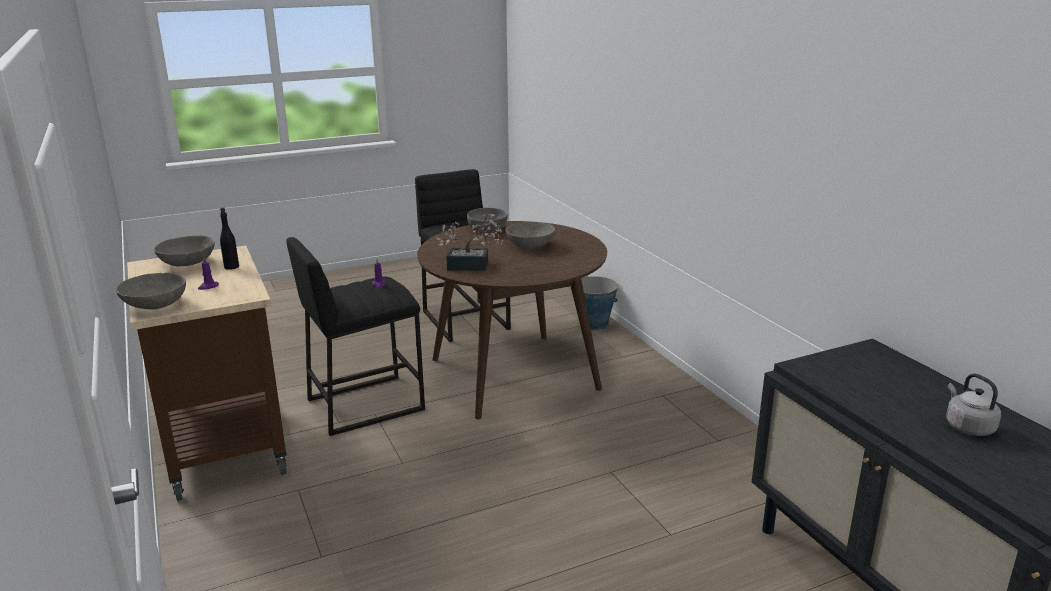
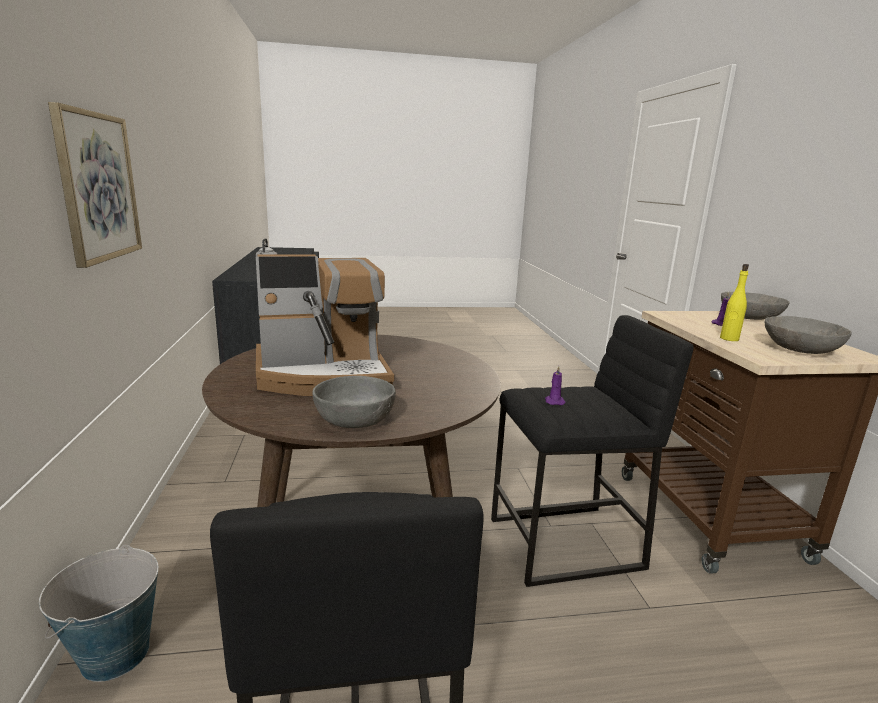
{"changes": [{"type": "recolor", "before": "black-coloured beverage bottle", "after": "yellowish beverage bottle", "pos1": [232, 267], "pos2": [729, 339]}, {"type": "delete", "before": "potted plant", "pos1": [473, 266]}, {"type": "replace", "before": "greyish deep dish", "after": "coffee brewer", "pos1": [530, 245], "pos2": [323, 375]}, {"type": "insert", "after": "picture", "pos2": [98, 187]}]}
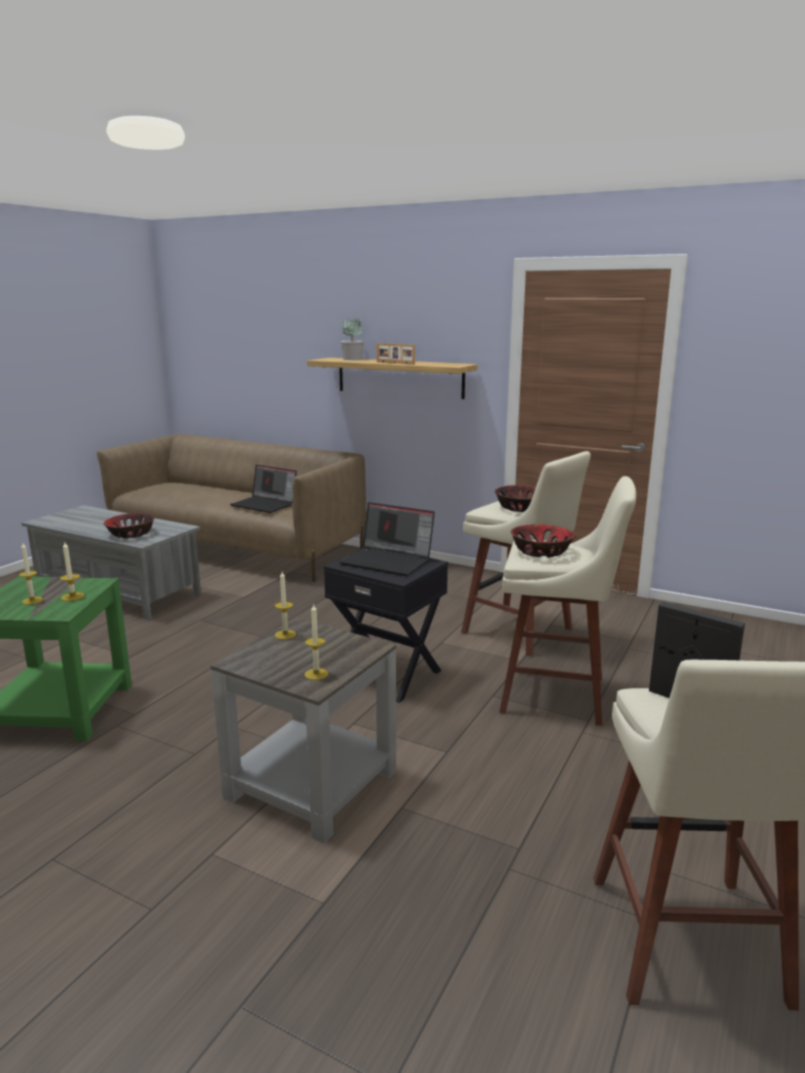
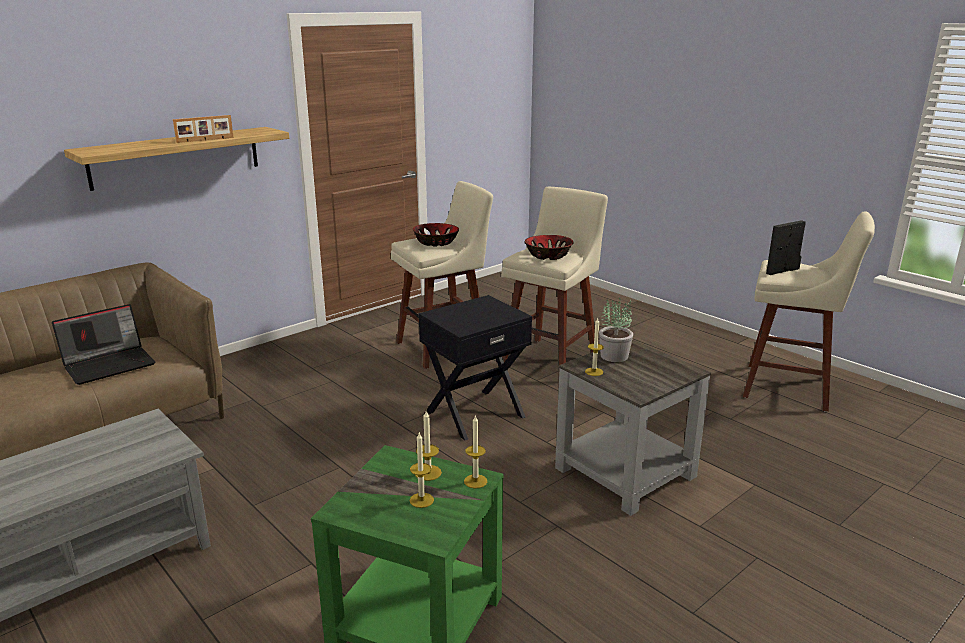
{"changes": [{"type": "move", "before": "potted plant", "pos1": [353, 359], "pos2": [614, 356]}, {"type": "delete", "before": "portable computer", "pos1": [388, 561]}, {"type": "delete", "before": "deep dish", "pos1": [130, 534]}, {"type": "move", "before": "wax light", "pos1": [316, 674], "pos2": [475, 481]}]}
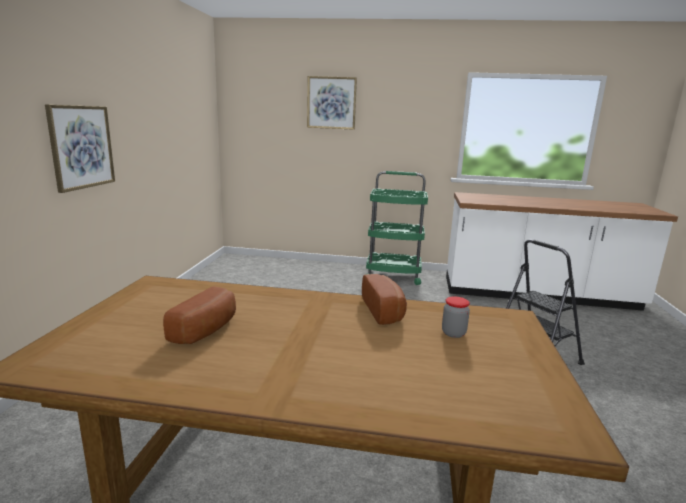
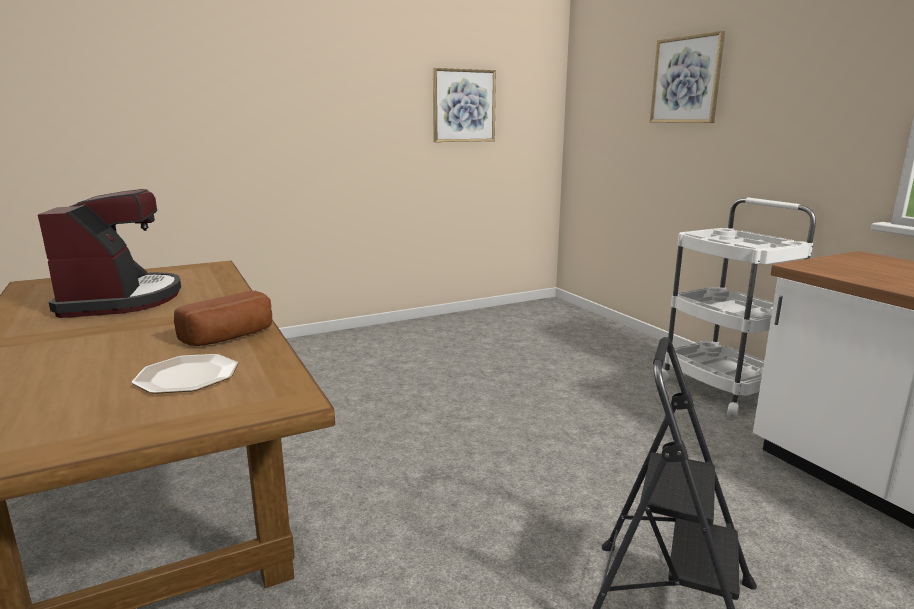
{"changes": [{"type": "move", "before": "picture", "pos1": [81, 147], "pos2": [464, 106]}, {"type": "recolor", "before": "greenish trolley", "after": "whitish trolley", "pos1": [393, 275], "pos2": [720, 389]}, {"type": "replace", "before": "bread", "after": "coffee brewer", "pos1": [207, 330], "pos2": [121, 299]}, {"type": "replace", "before": "jar", "after": "plate", "pos1": [453, 333], "pos2": [188, 376]}]}
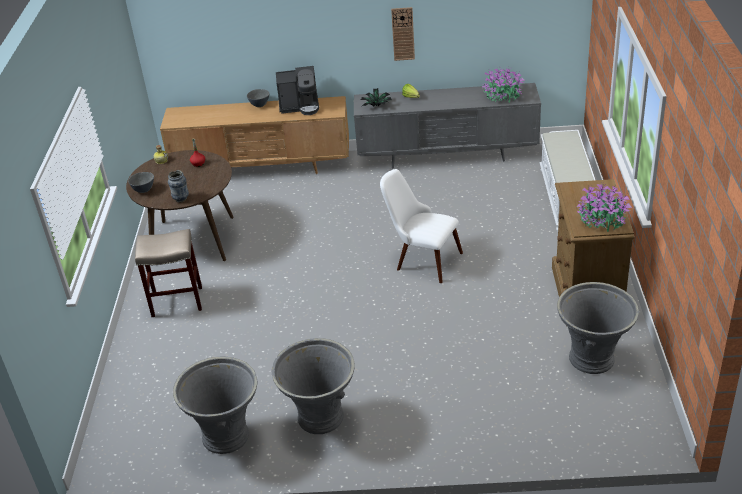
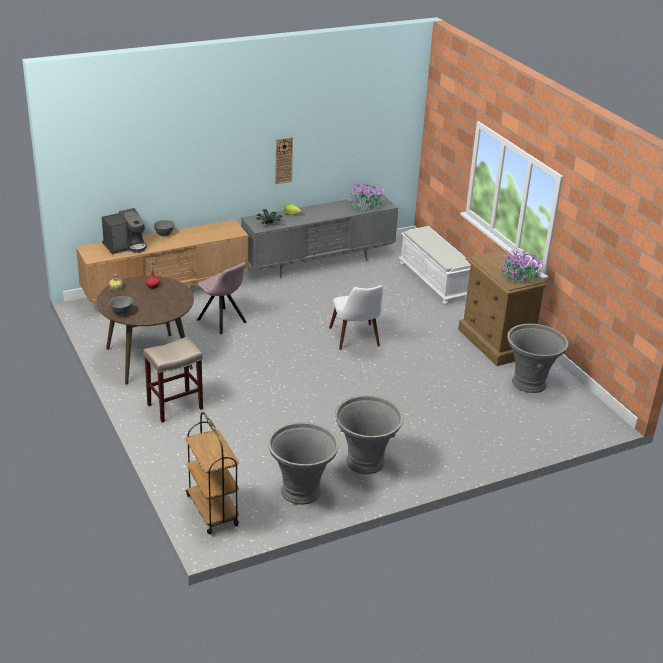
{"changes": [{"type": "move", "before": "coffee brewer", "pos1": [300, 106], "pos2": [126, 246]}, {"type": "rotate", "before": "whitish plain chair", "pos1": [421, 259], "pos2": [356, 340], "turn": -105}, {"type": "delete", "before": "decorative vase", "pos1": [181, 199]}, {"type": "insert", "after": "pink-coloured plain chair", "pos2": [222, 321]}, {"type": "insert", "after": "brownish trolley", "pos2": [212, 512]}]}
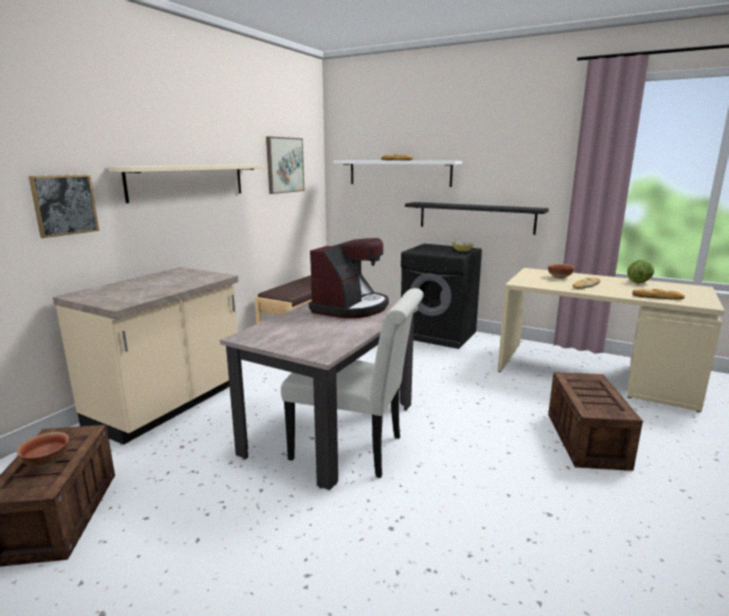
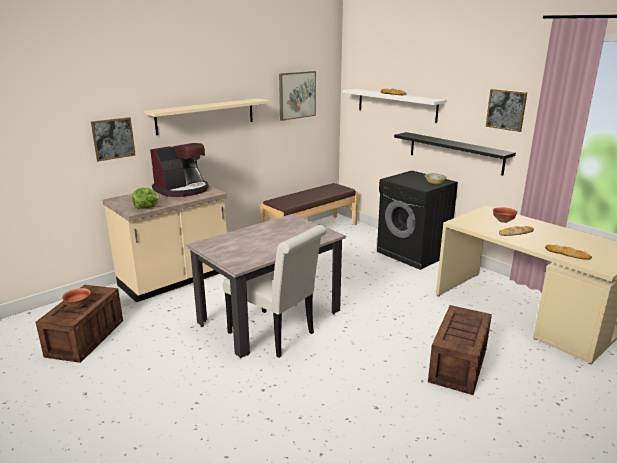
{"changes": [{"type": "move", "before": "coffee brewer", "pos1": [351, 308], "pos2": [182, 190]}, {"type": "move", "before": "lettuce", "pos1": [638, 282], "pos2": [147, 208]}, {"type": "insert", "after": "picture", "pos2": [506, 109]}]}
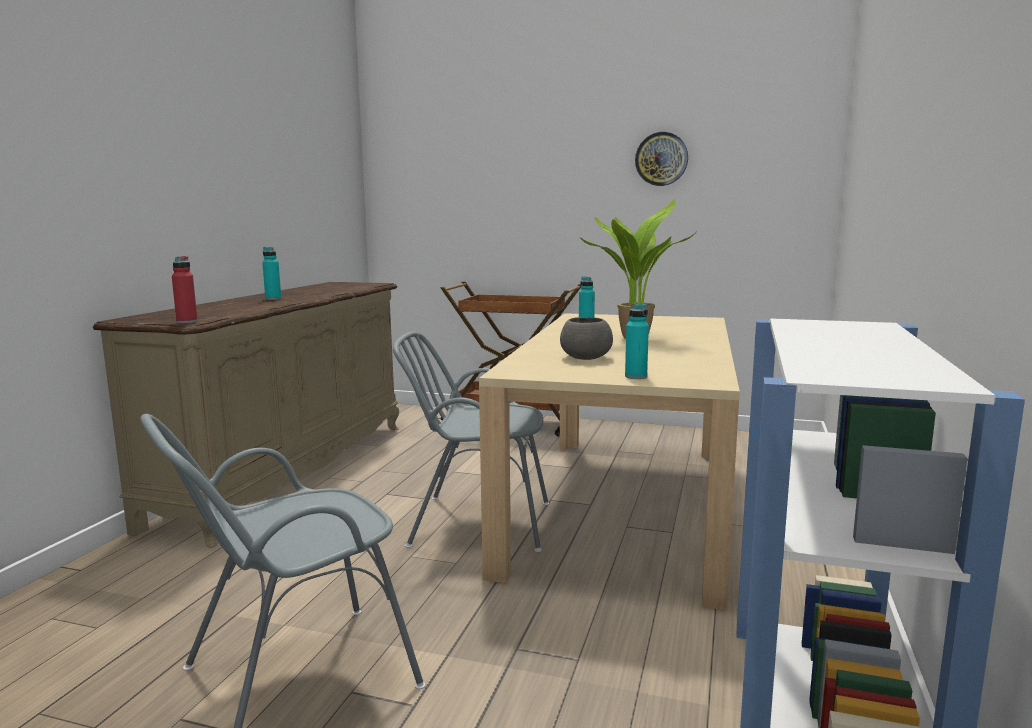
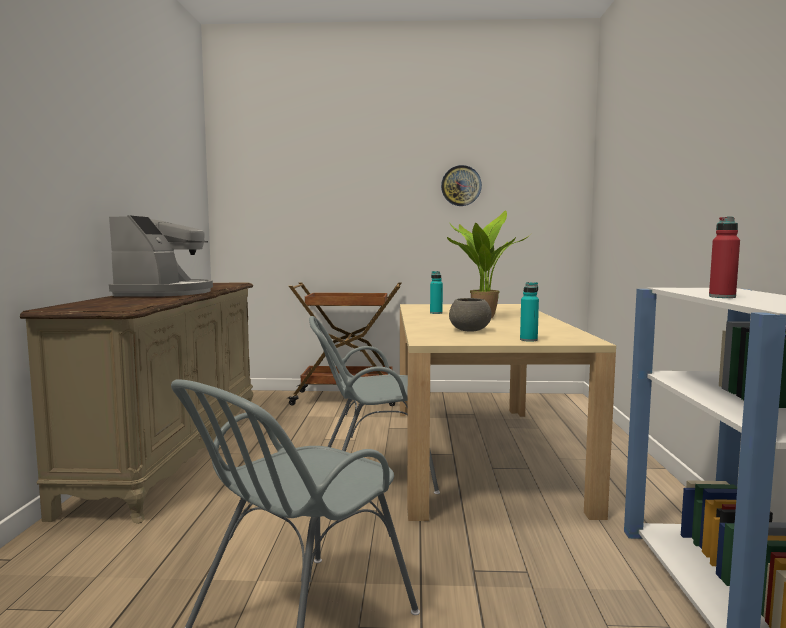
{"changes": [{"type": "replace", "before": "turquoise beverage bottle", "after": "coffee brewer", "pos1": [273, 299], "pos2": [165, 293]}, {"type": "move", "before": "red-coloured beverage bottle", "pos1": [187, 322], "pos2": [722, 297]}]}
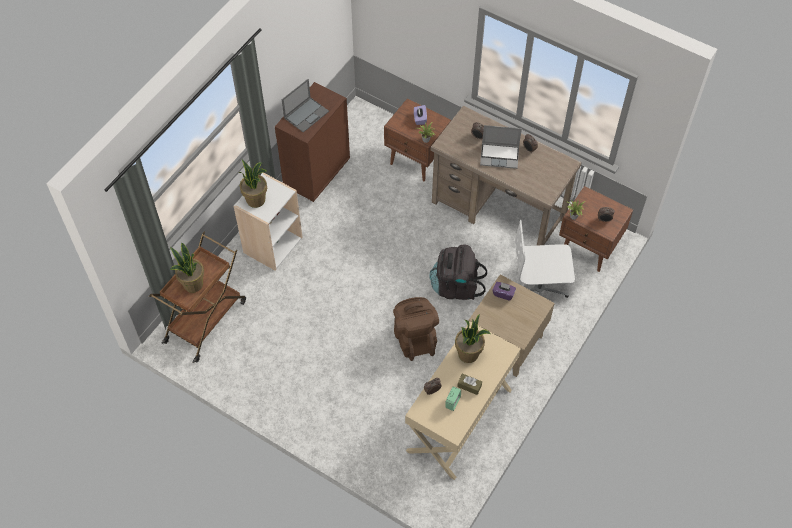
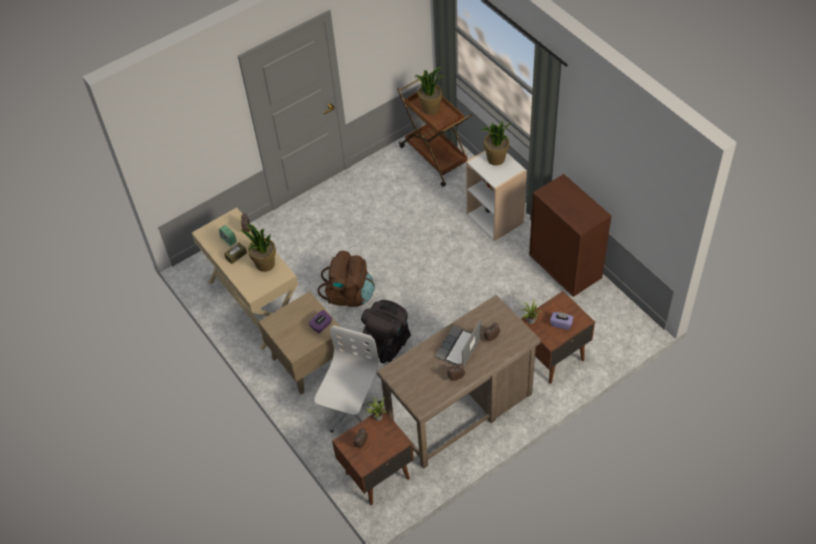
{"changes": [{"type": "delete", "before": "portable computer", "pos1": [306, 114]}]}
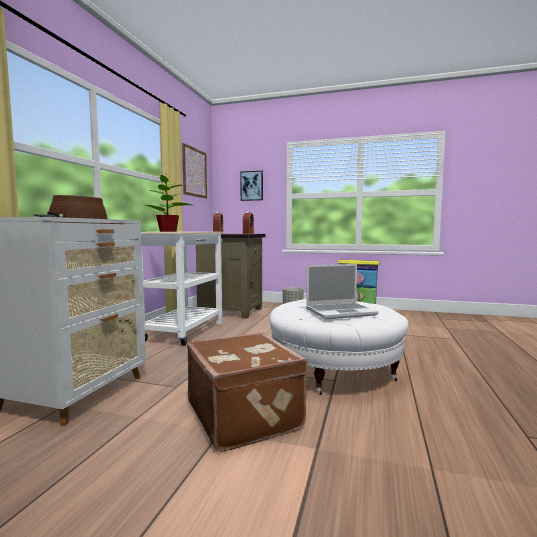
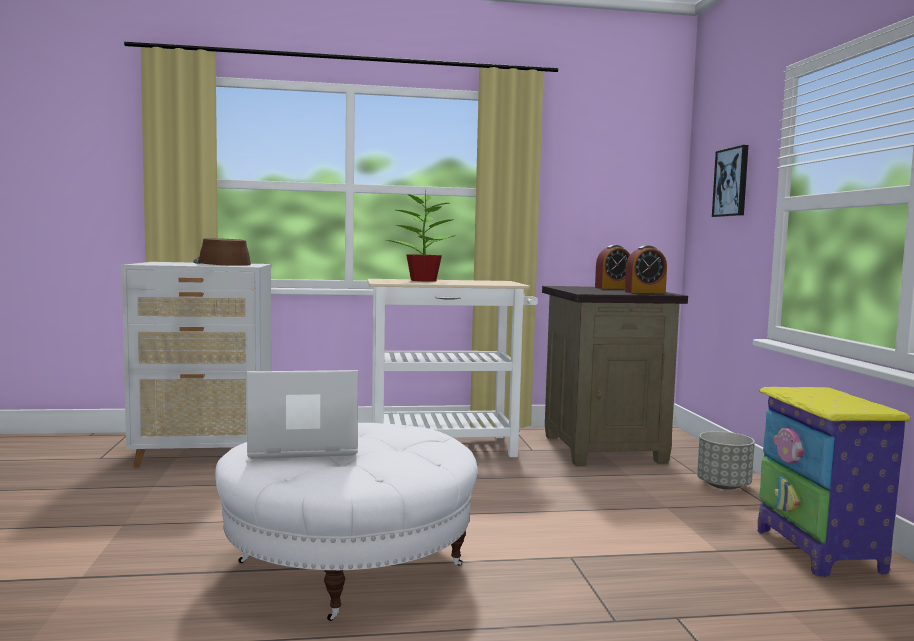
{"changes": [{"type": "delete", "before": "picture", "pos1": [194, 172]}, {"type": "rotate", "before": "portable computer", "pos1": [341, 312], "pos2": [301, 447], "turn": 120}, {"type": "delete", "before": "brownish travel case", "pos1": [245, 415]}]}
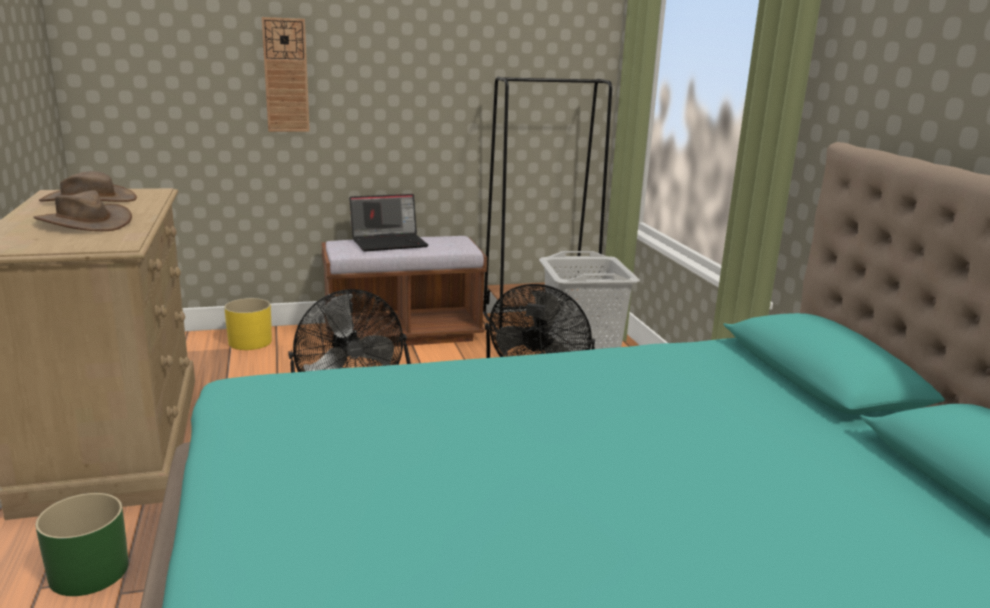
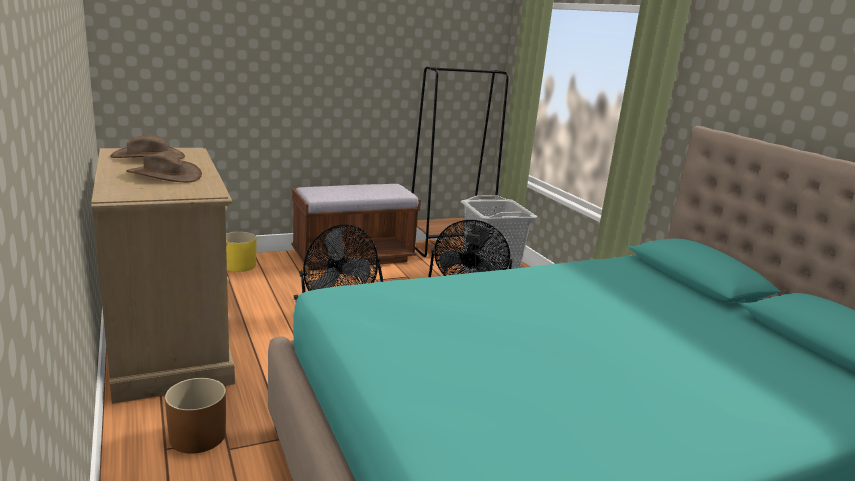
{"changes": [{"type": "delete", "before": "clock on the wall", "pos1": [286, 75]}, {"type": "delete", "before": "portable computer", "pos1": [390, 242]}, {"type": "recolor", "before": "greenish plant pot", "after": "brownish plant pot", "pos1": [88, 571], "pos2": [197, 436]}]}
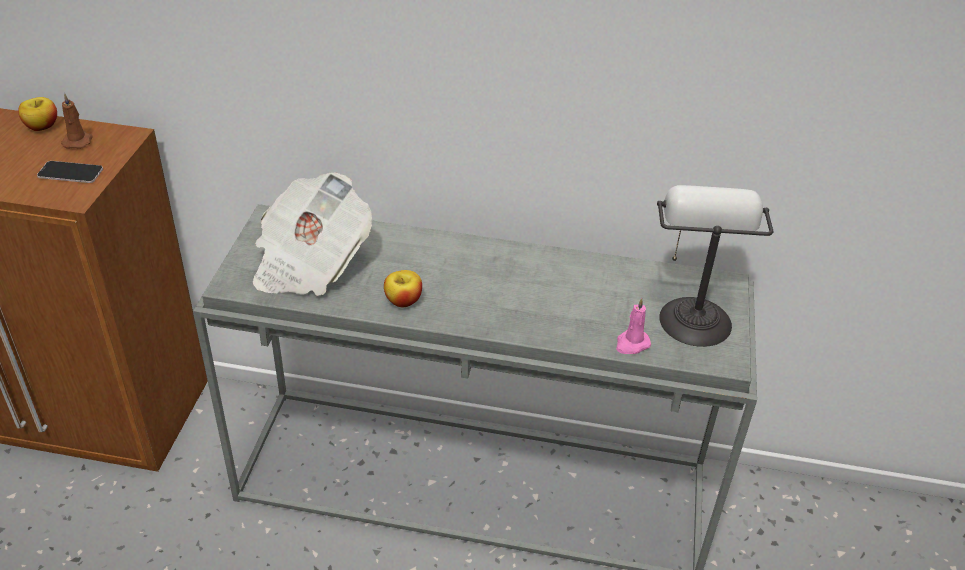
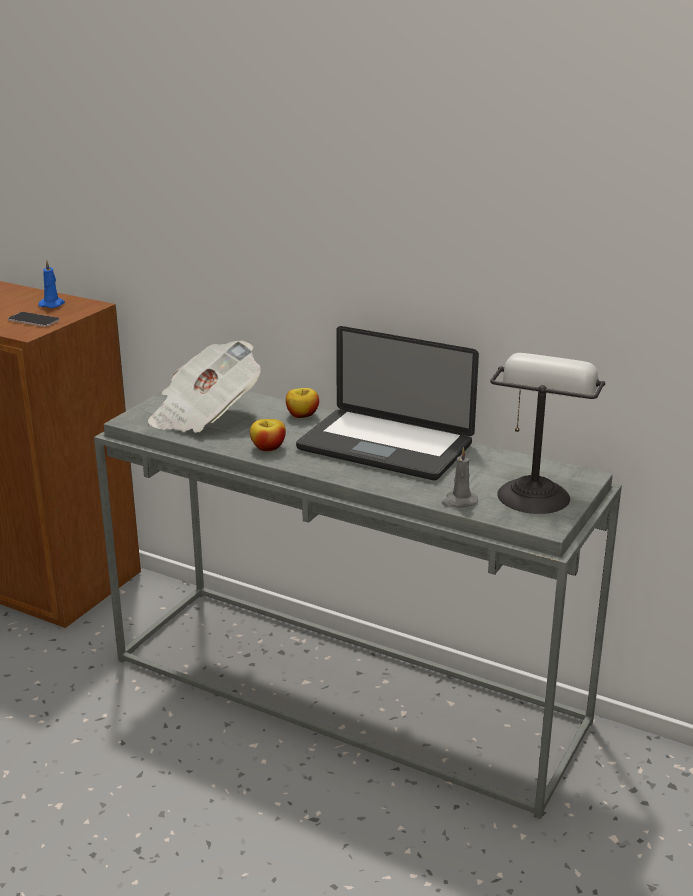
{"changes": [{"type": "recolor", "before": "brownish wax light", "after": "bluish wax light", "pos1": [78, 141], "pos2": [52, 304]}, {"type": "move", "before": "apple", "pos1": [42, 126], "pos2": [302, 415]}, {"type": "recolor", "before": "pink-coloured wax light", "after": "greyish wax light", "pos1": [631, 344], "pos2": [459, 502]}, {"type": "insert", "after": "portable computer", "pos2": [385, 447]}]}
